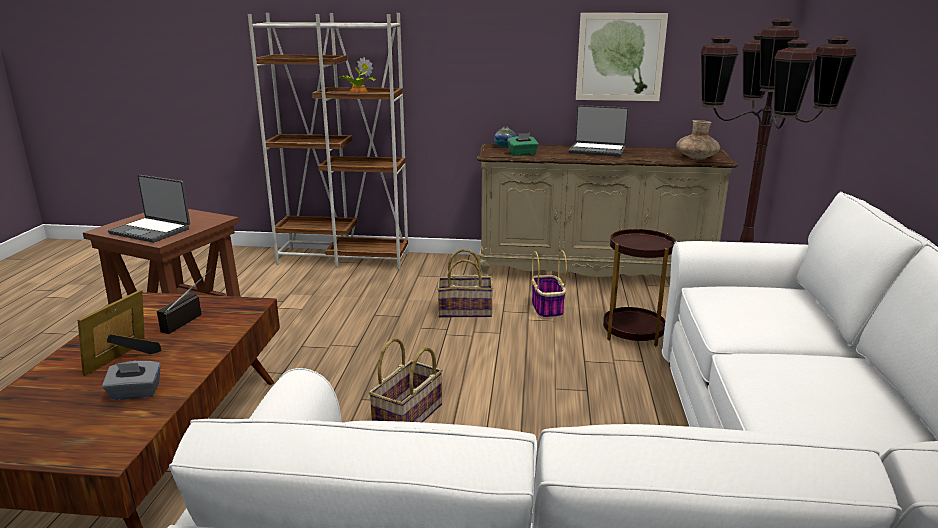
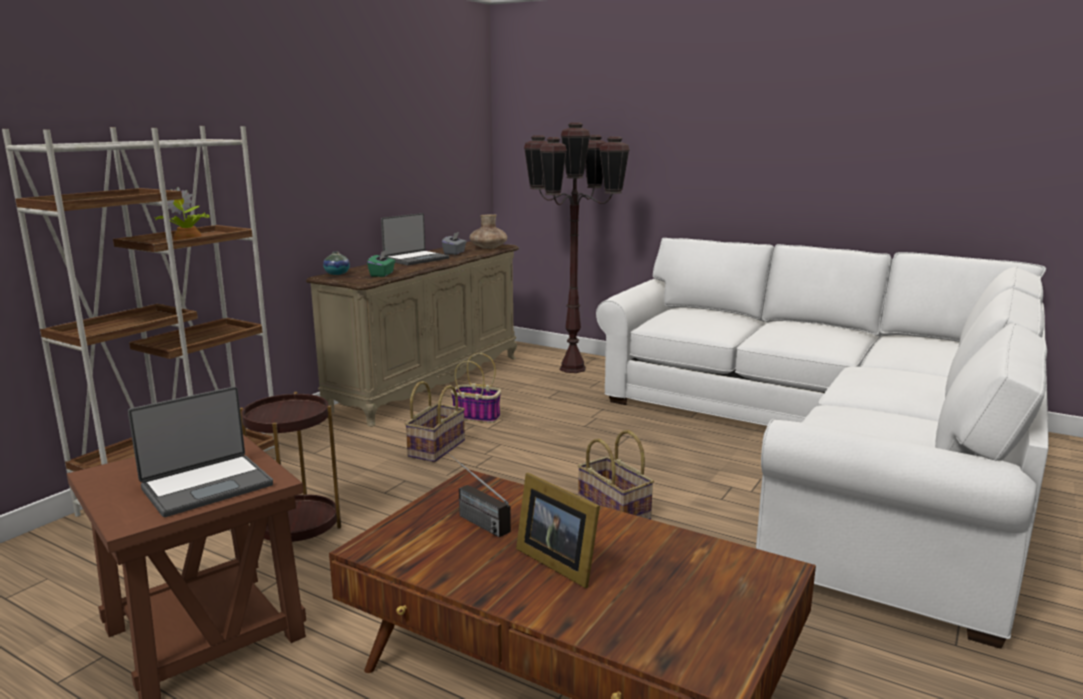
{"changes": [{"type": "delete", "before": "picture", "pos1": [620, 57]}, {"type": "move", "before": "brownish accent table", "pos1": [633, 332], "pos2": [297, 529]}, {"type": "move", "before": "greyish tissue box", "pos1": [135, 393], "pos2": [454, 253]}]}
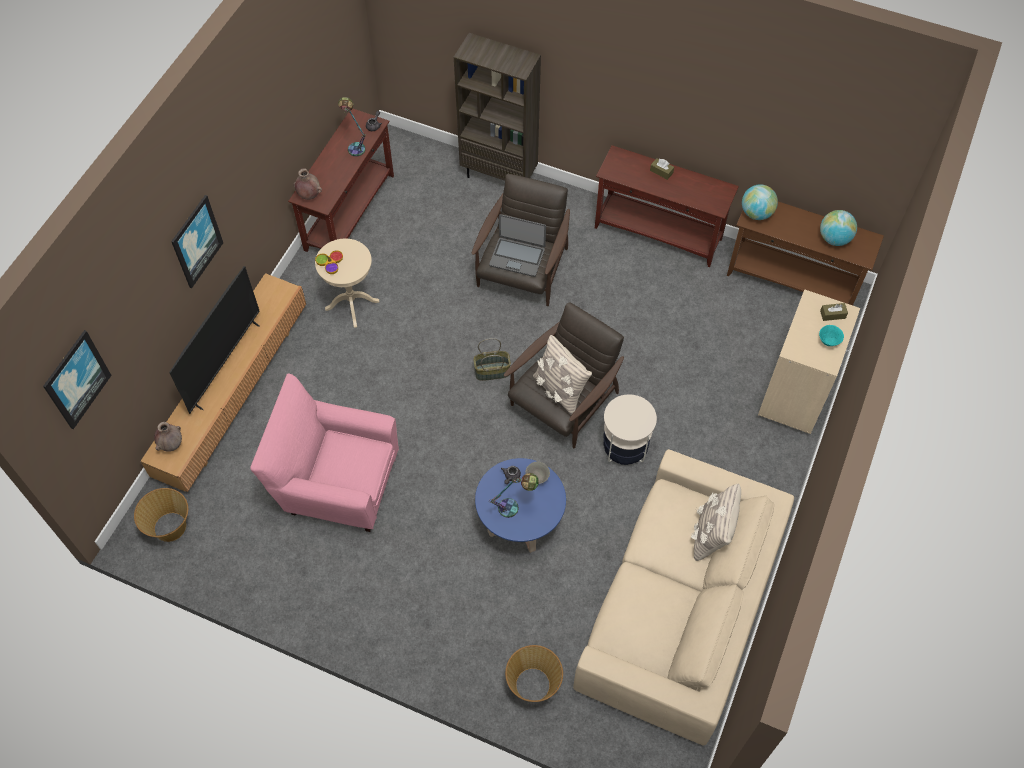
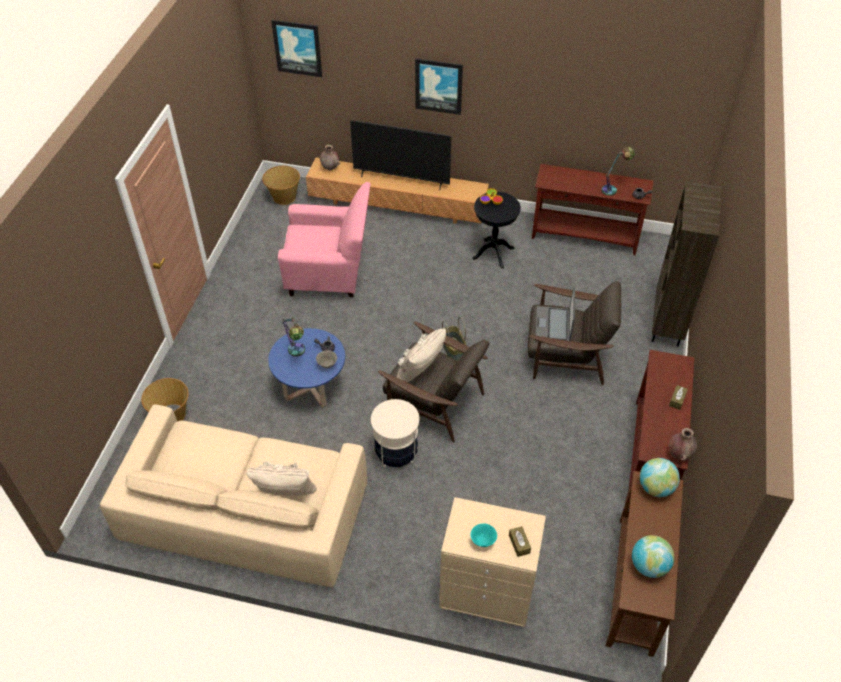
{"changes": [{"type": "move", "before": "brownish decorative vase", "pos1": [309, 195], "pos2": [679, 454]}, {"type": "recolor", "before": "sand-coloured accent table", "after": "black-coloured accent table", "pos1": [352, 305], "pos2": [493, 253]}, {"type": "rotate", "before": "pink-coloured lounge chair", "pos1": [338, 484], "pos2": [329, 274], "turn": 90}]}
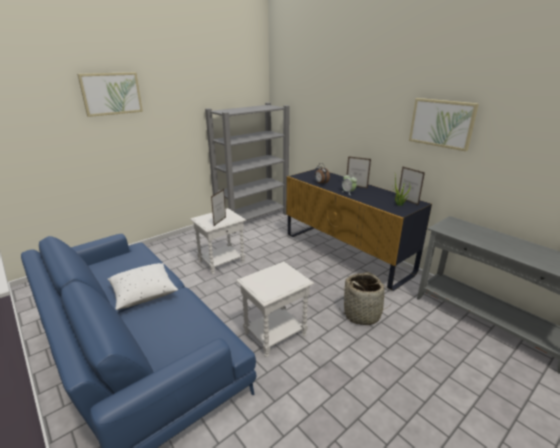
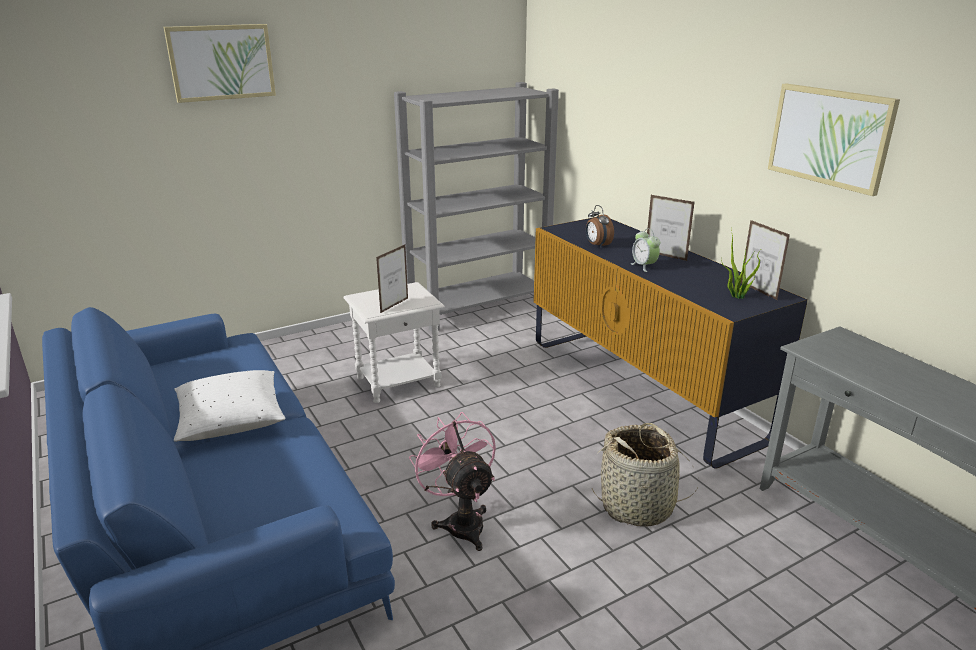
{"changes": [{"type": "replace", "before": "whitish accent table", "after": "pink-coloured electric fan", "pos1": [275, 334], "pos2": [461, 521]}]}
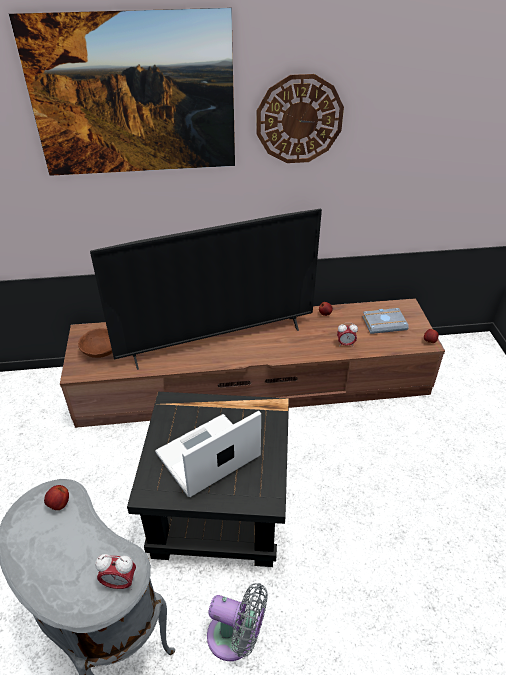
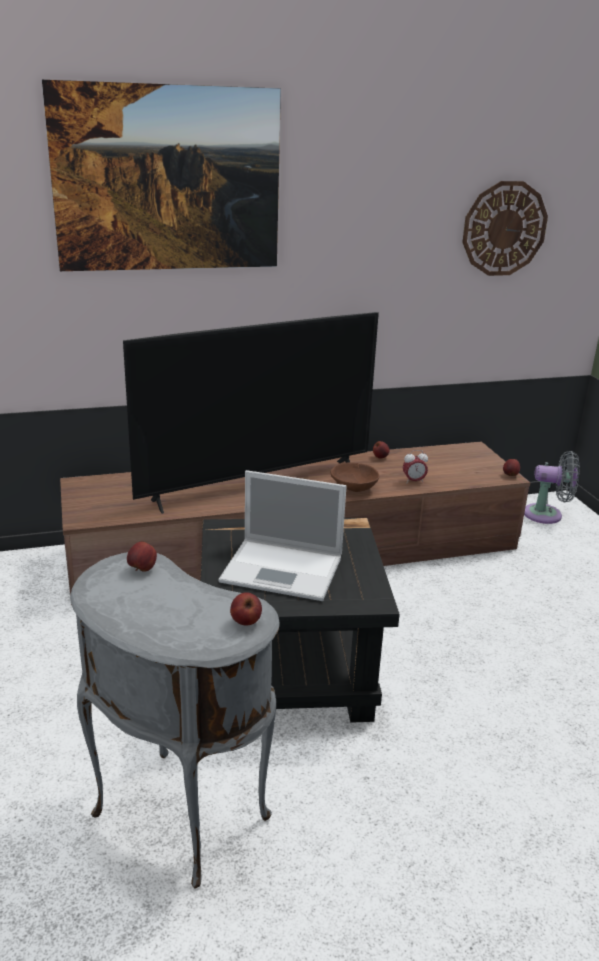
{"changes": [{"type": "move", "before": "clock on the wall", "pos1": [299, 119], "pos2": [504, 229]}, {"type": "delete", "before": "greyish bound book", "pos1": [384, 323]}, {"type": "move", "before": "brownish deep dish", "pos1": [100, 351], "pos2": [353, 488]}, {"type": "rotate", "before": "portable computer", "pos1": [206, 456], "pos2": [284, 569], "turn": -120}, {"type": "replace", "before": "table clock", "after": "apple", "pos1": [119, 582], "pos2": [246, 622]}, {"type": "move", "before": "greyish electric fan", "pos1": [236, 637], "pos2": [547, 515]}]}
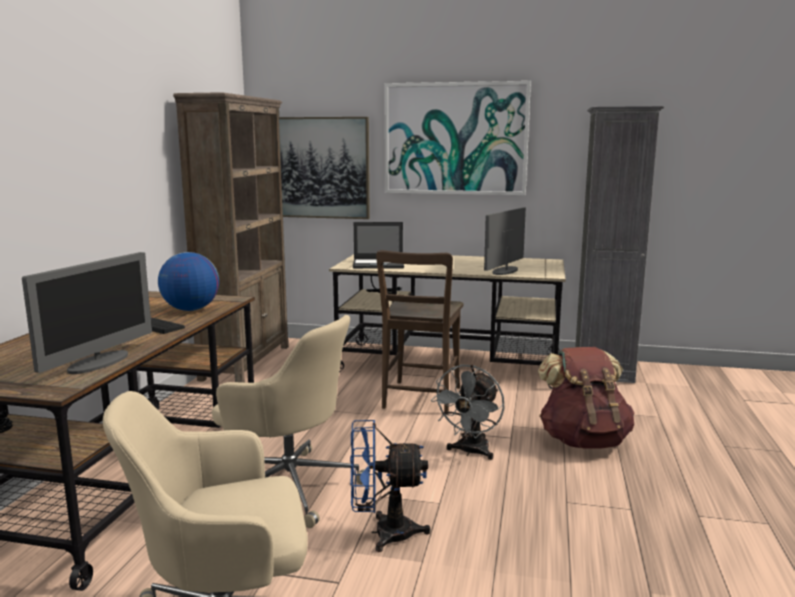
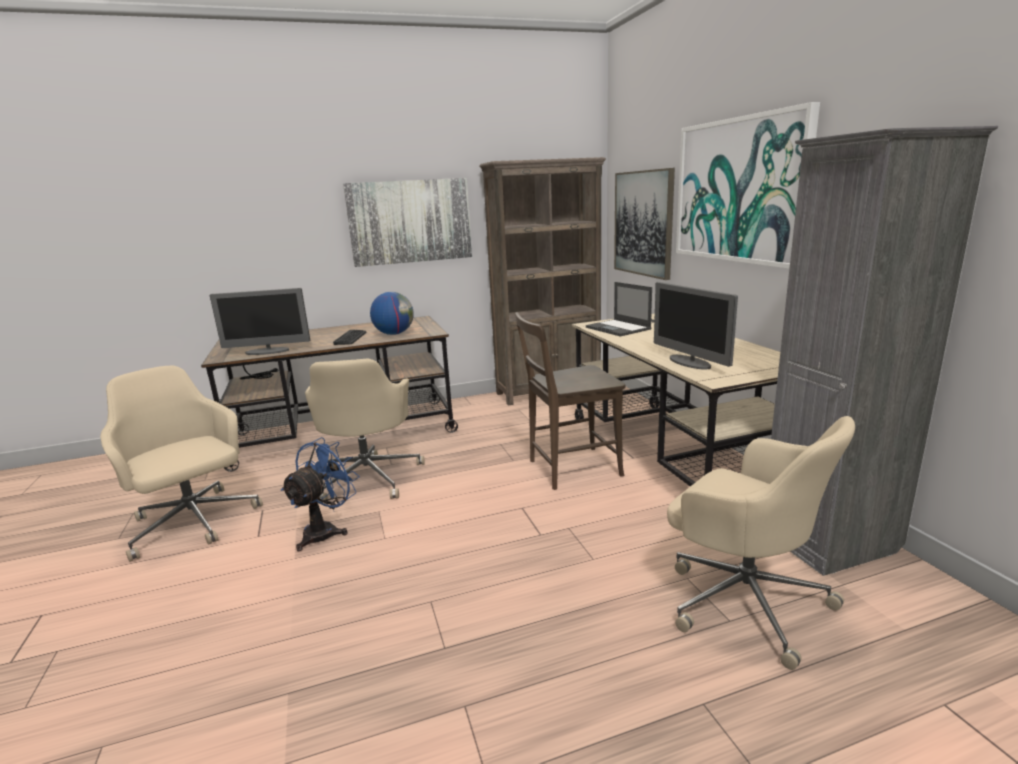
{"changes": [{"type": "rotate", "before": "computer screen", "pos1": [505, 271], "pos2": [690, 363], "turn": -120}, {"type": "delete", "before": "brownish rucksack", "pos1": [583, 441]}, {"type": "delete", "before": "greyish electric fan", "pos1": [470, 452]}, {"type": "rotate", "before": "bluish electric fan", "pos1": [383, 533], "pos2": [326, 530], "turn": 60}, {"type": "insert", "after": "picture", "pos2": [410, 221]}, {"type": "insert", "after": "sand-coloured office chair", "pos2": [743, 598]}]}
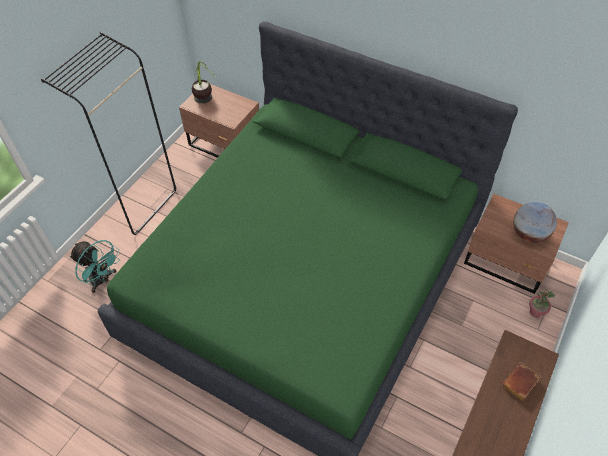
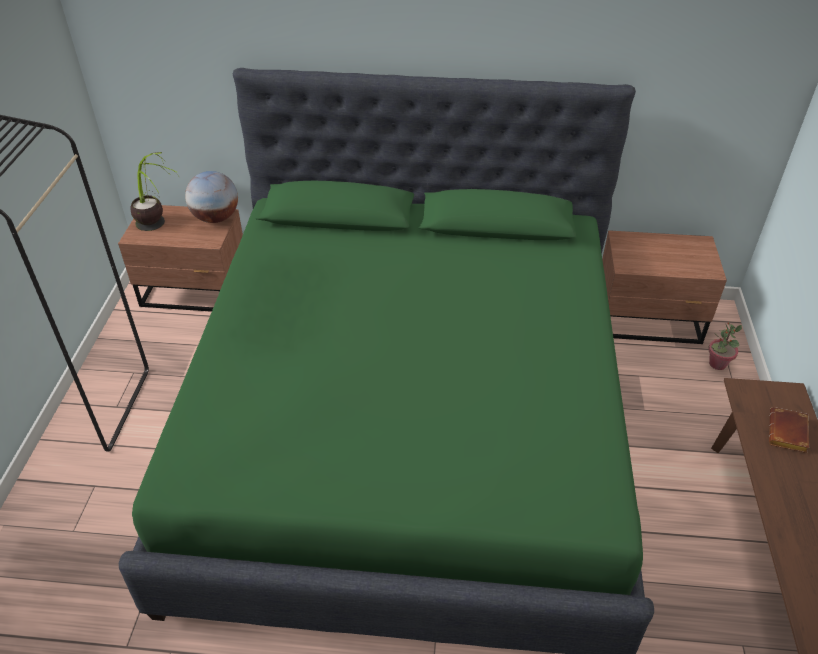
{"changes": [{"type": "move", "before": "world globe", "pos1": [529, 234], "pos2": [216, 218]}, {"type": "delete", "before": "turquoise electric fan", "pos1": [102, 280]}]}
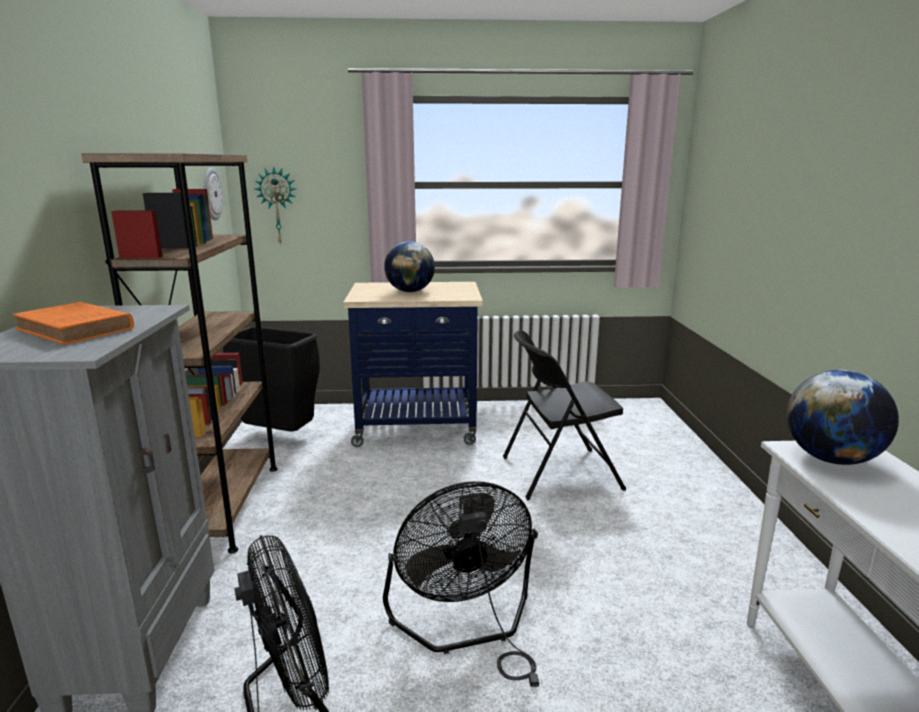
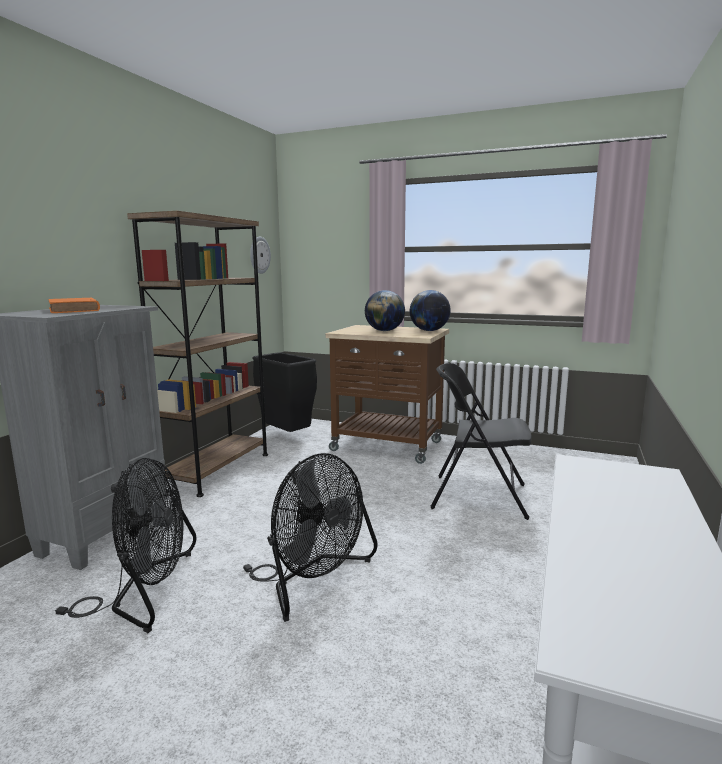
{"changes": [{"type": "delete", "before": "clock on the wall", "pos1": [277, 206]}, {"type": "recolor", "before": "bluish trolley", "after": "brownish trolley", "pos1": [417, 428], "pos2": [388, 446]}, {"type": "move", "before": "world globe", "pos1": [831, 459], "pos2": [429, 330]}, {"type": "rotate", "before": "black-coloured electric fan", "pos1": [473, 629], "pos2": [309, 580], "turn": 120}]}
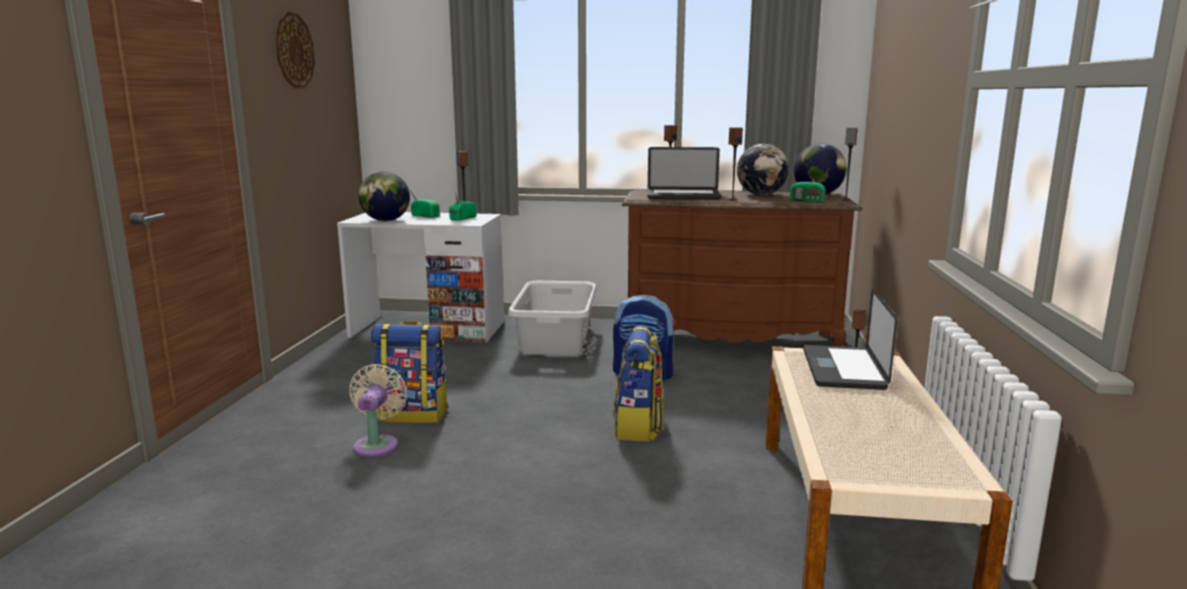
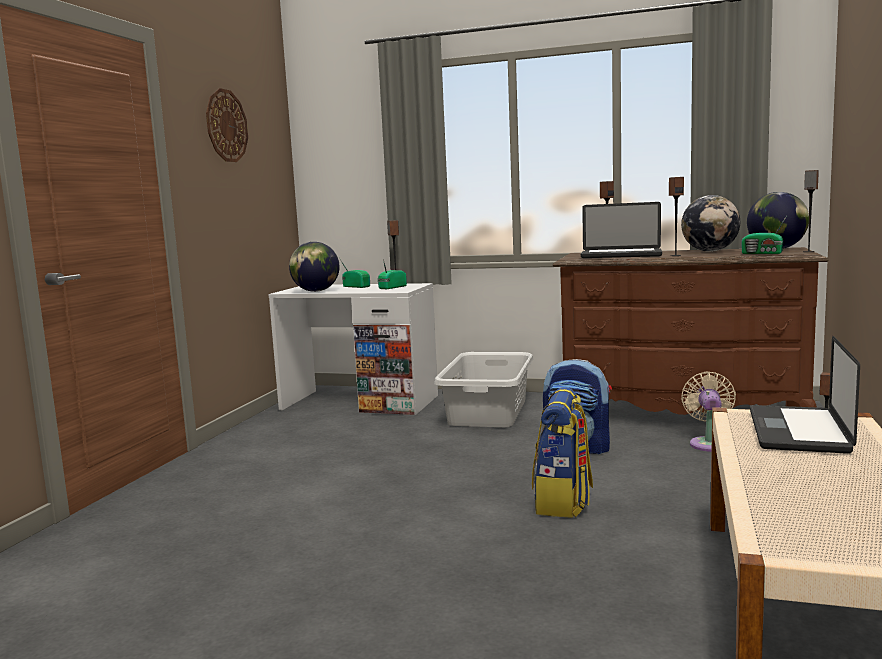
{"changes": [{"type": "delete", "before": "rucksack", "pos1": [413, 414]}, {"type": "move", "before": "sand-coloured electric fan", "pos1": [377, 444], "pos2": [709, 443]}]}
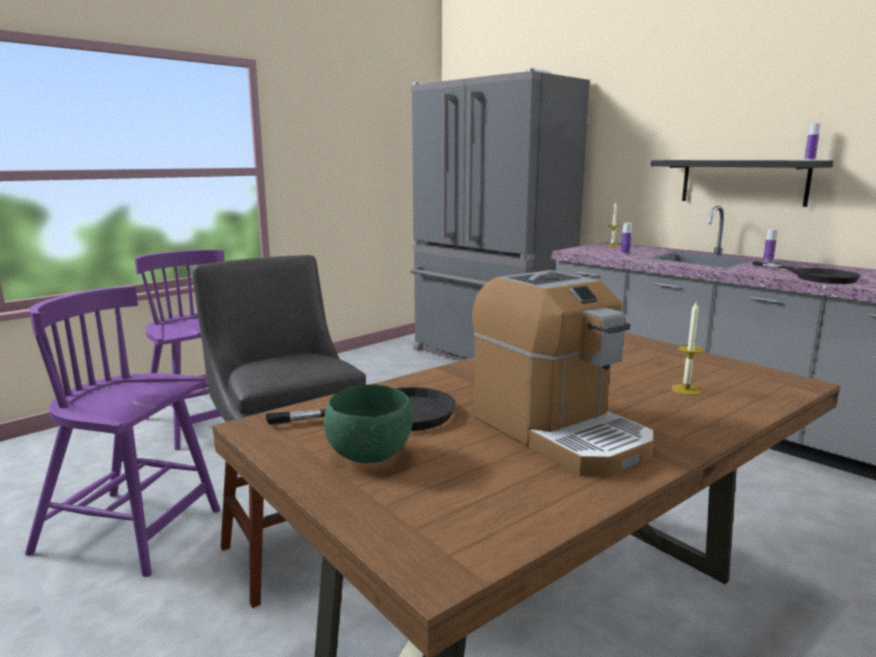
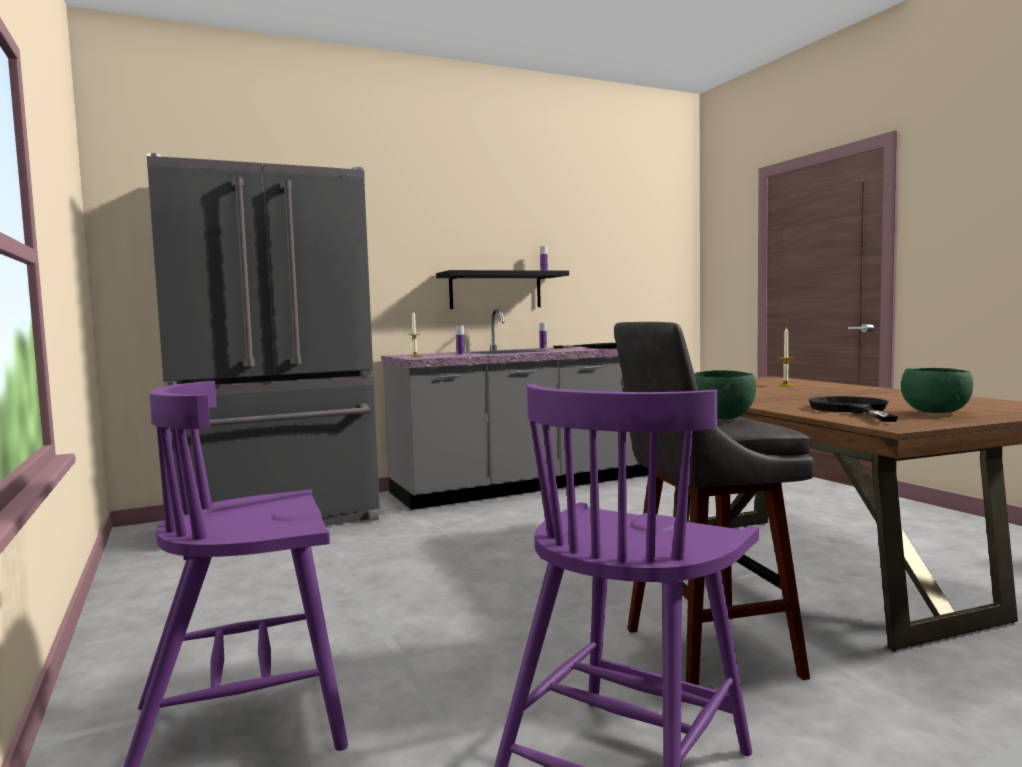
{"changes": [{"type": "delete", "before": "coffee brewer", "pos1": [559, 432]}, {"type": "insert", "after": "greenish deep dish", "pos2": [723, 418]}]}
